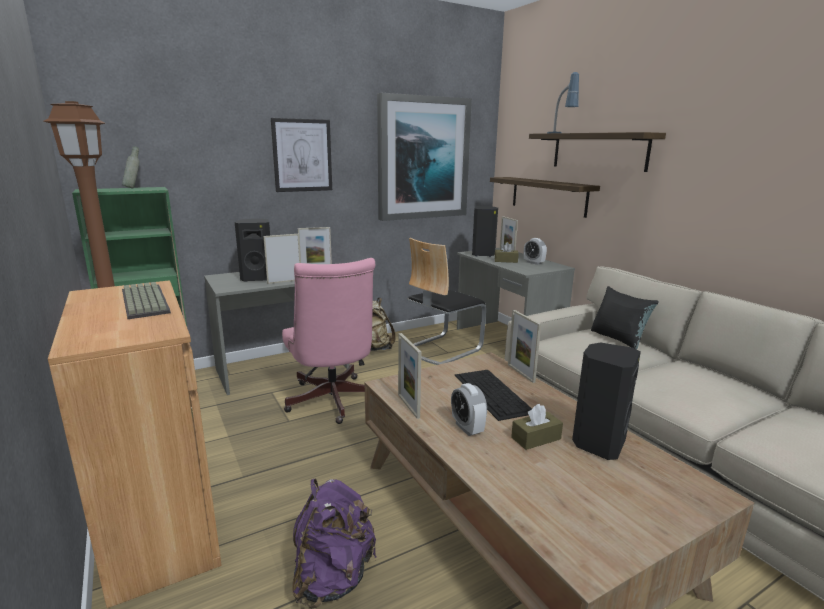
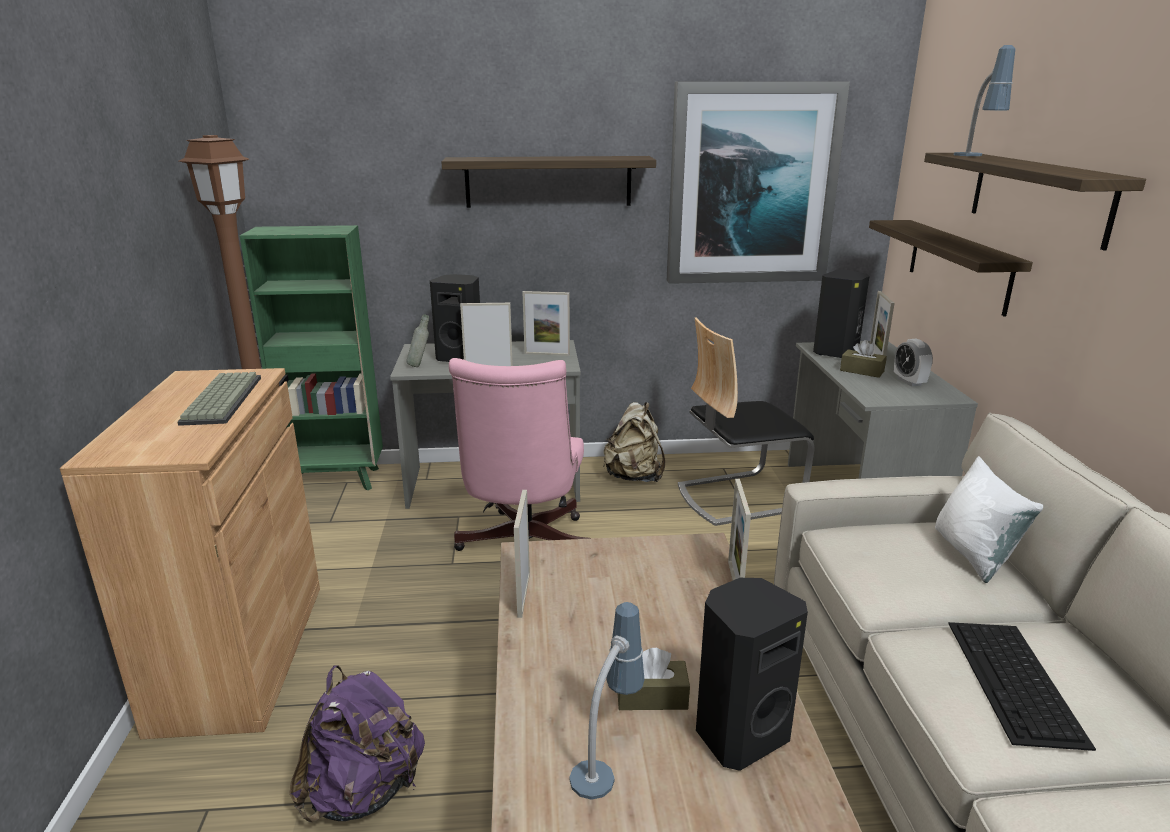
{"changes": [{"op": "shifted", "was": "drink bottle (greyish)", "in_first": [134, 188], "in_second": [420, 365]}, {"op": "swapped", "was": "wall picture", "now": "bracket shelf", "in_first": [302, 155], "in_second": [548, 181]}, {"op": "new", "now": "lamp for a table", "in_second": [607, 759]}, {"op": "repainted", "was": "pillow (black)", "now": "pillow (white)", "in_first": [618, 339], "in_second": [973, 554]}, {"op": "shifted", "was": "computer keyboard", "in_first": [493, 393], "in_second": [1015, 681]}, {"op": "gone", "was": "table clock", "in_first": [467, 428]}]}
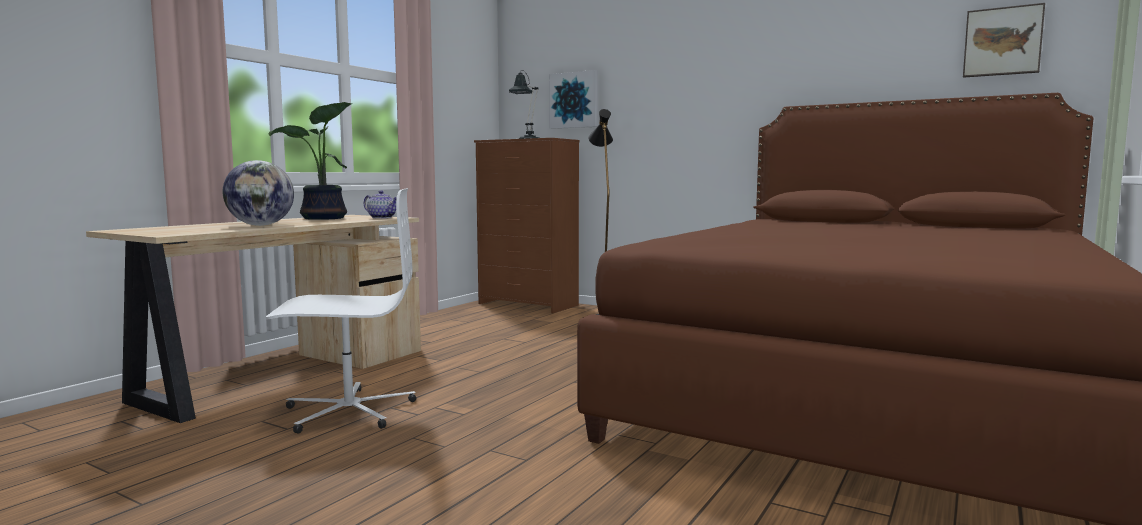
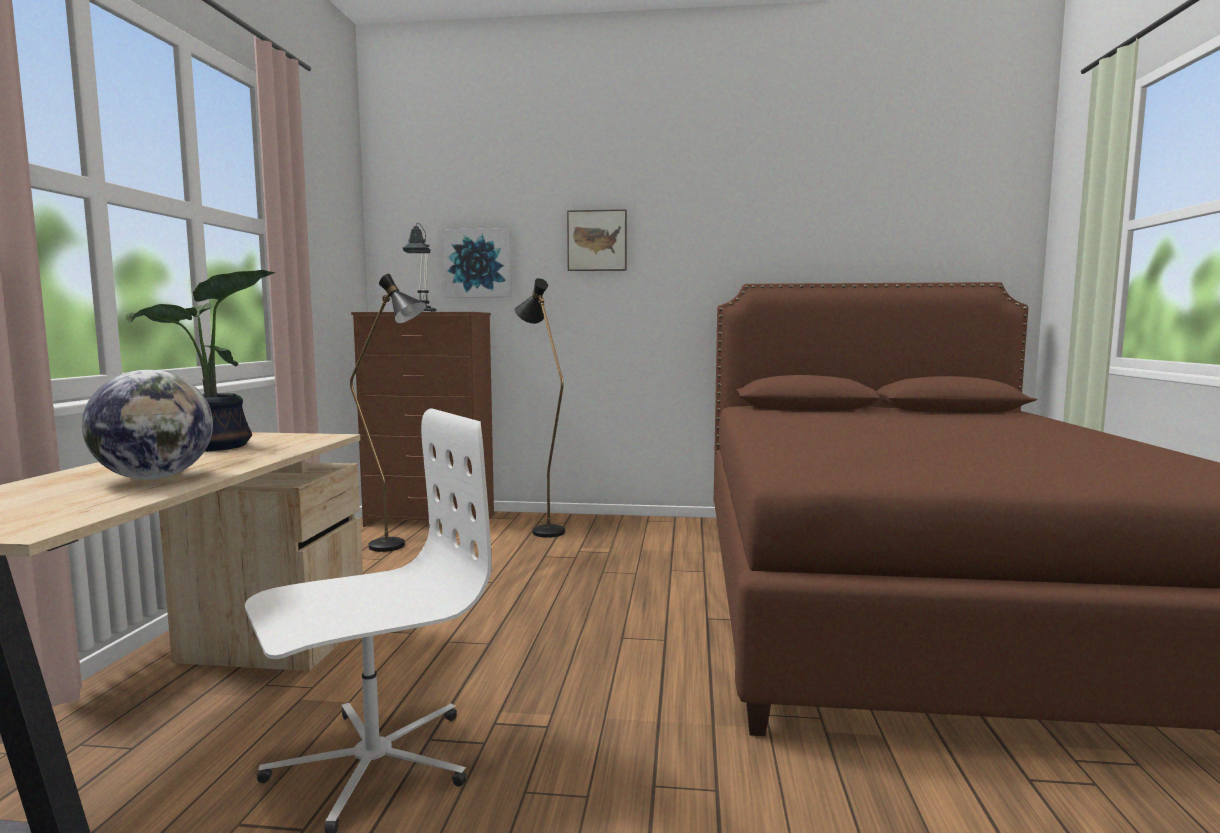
{"changes": [{"op": "new", "now": "standing lamp (black)", "in_second": [398, 547]}, {"op": "shifted", "was": "wall picture", "in_first": [1002, 42], "in_second": [597, 241]}, {"op": "gone", "was": "teapot", "in_first": [382, 218]}]}
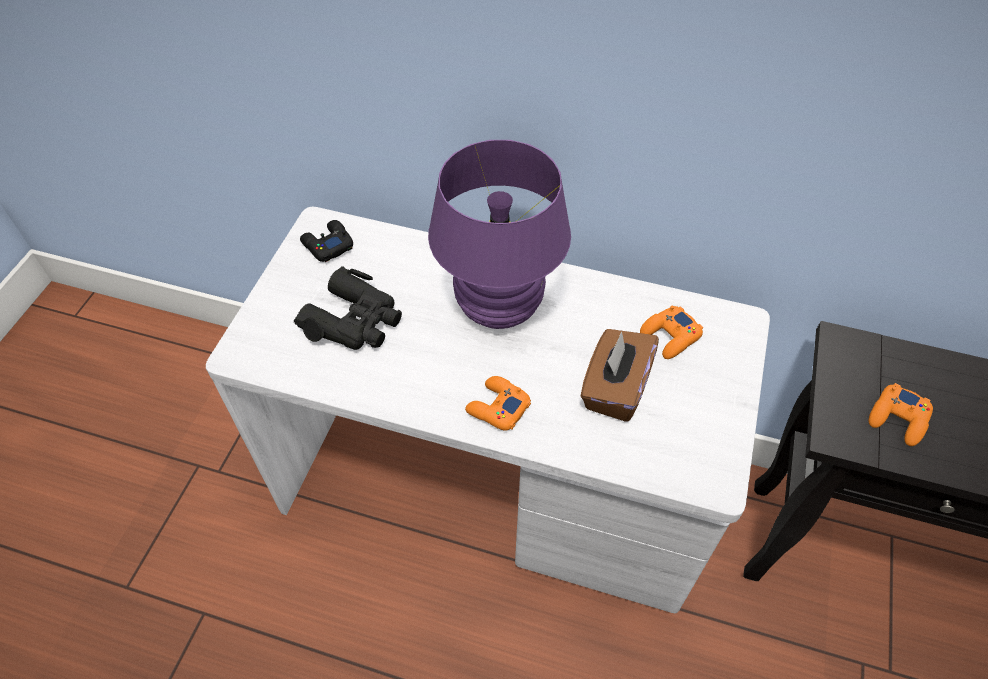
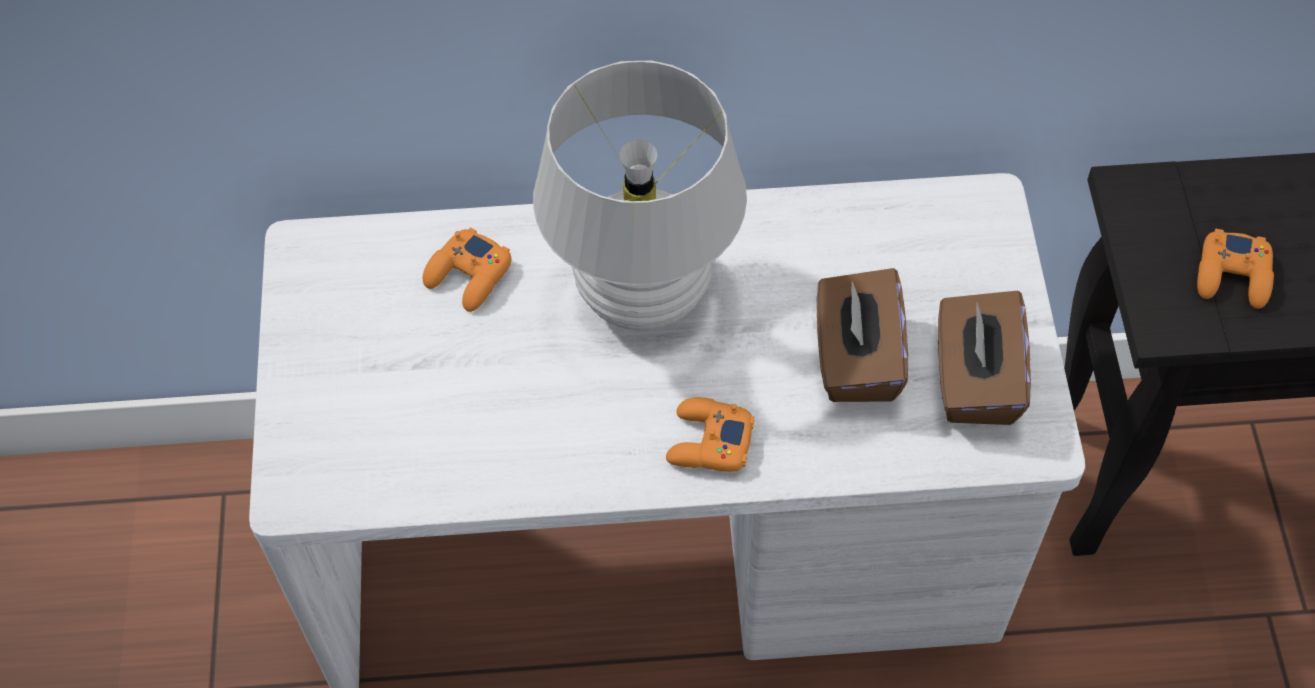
{"changes": [{"op": "shifted", "was": "joypad (orangey)", "in_first": [670, 336], "in_second": [469, 276]}, {"op": "repainted", "was": "lamp for a table (purple-coloured)", "now": "lamp for a table (white)", "in_first": [498, 307], "in_second": [642, 293]}, {"op": "new", "now": "box of tissues (brown-coloured)", "in_second": [974, 380]}, {"op": "gone", "was": "binoculars (black)", "in_first": [355, 321]}, {"op": "gone", "was": "joypad (black)", "in_first": [327, 245]}]}
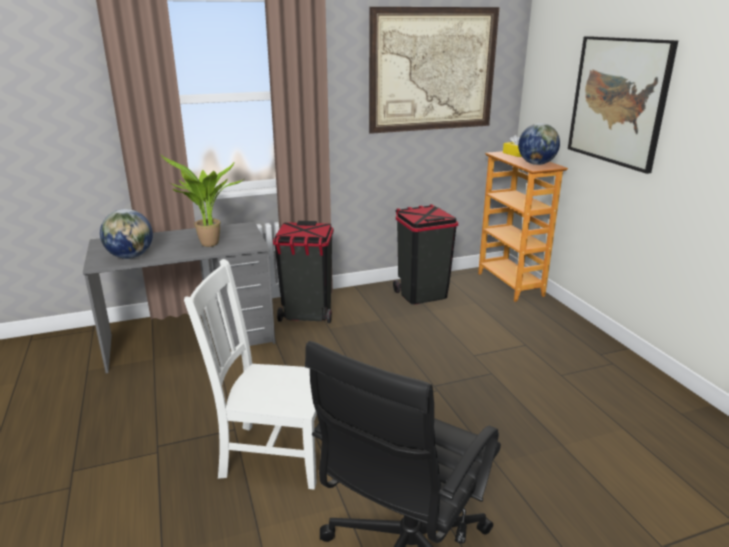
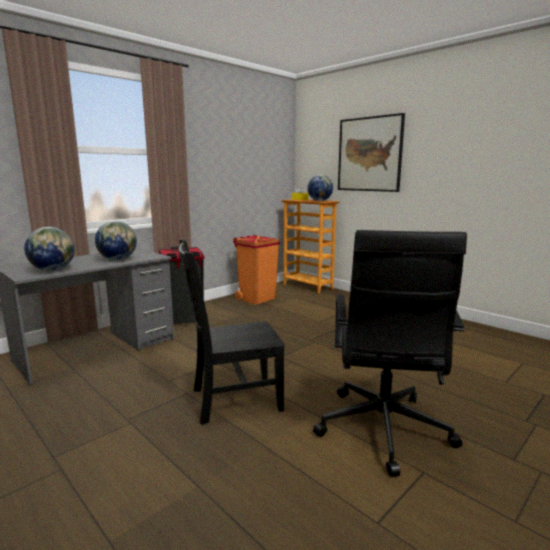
{"changes": [{"op": "swapped", "was": "plant in a pot", "now": "world globe", "in_first": [208, 245], "in_second": [118, 259]}, {"op": "repainted", "was": "upright chair (white)", "now": "upright chair (black)", "in_first": [273, 454], "in_second": [233, 400]}, {"op": "repainted", "was": "rubbish bin (black)", "now": "rubbish bin (orangey)", "in_first": [422, 294], "in_second": [257, 298]}, {"op": "gone", "was": "wall picture", "in_first": [433, 70]}]}
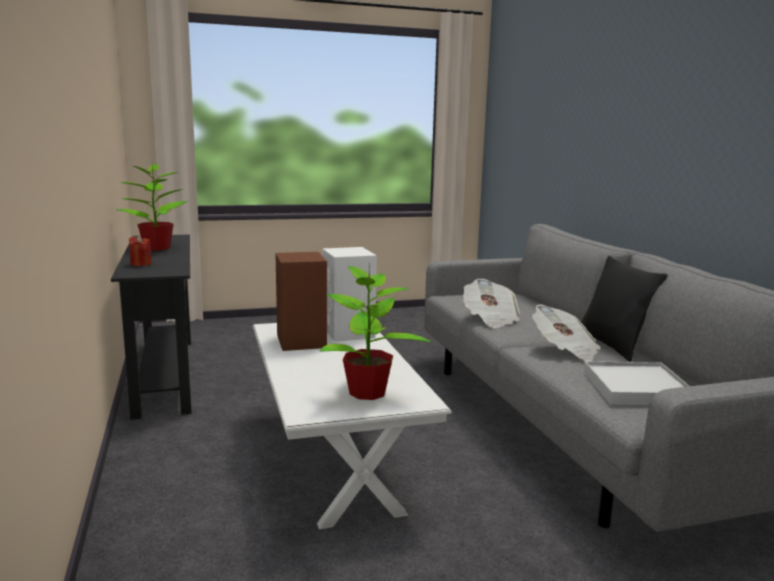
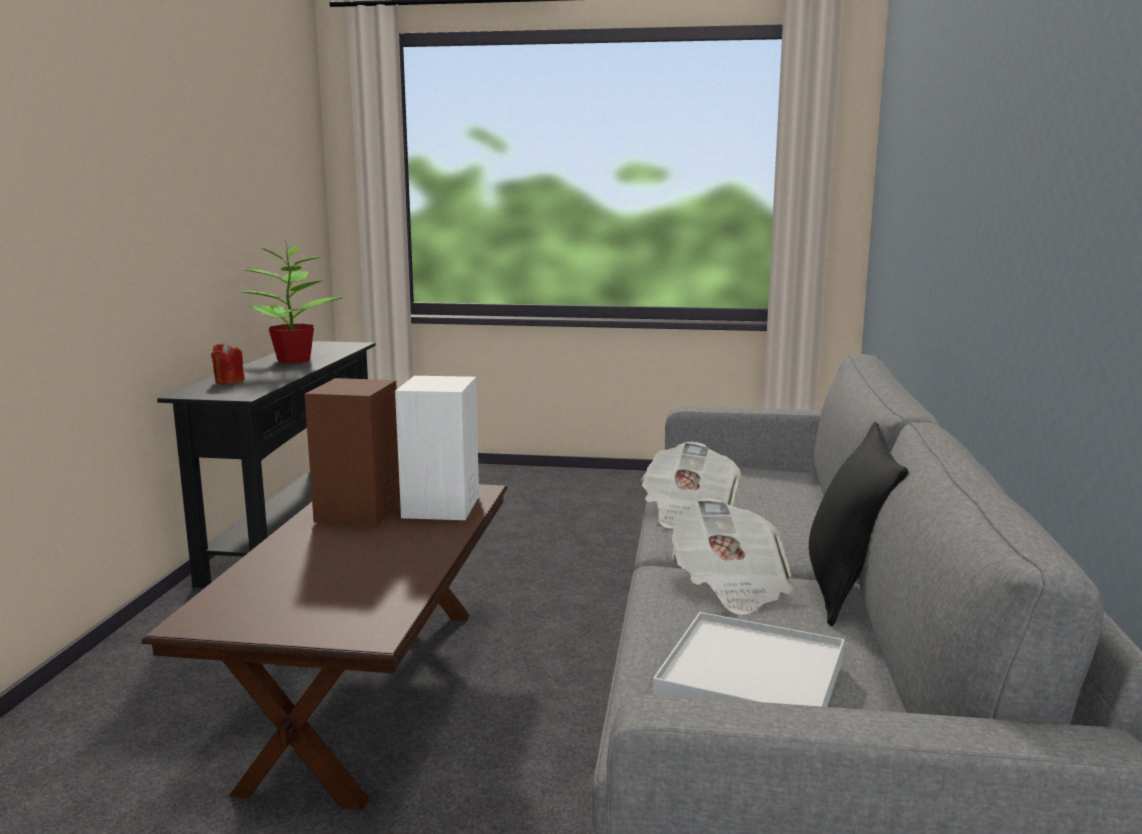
{"changes": [{"op": "repainted", "was": "lounge table (white)", "now": "lounge table (brown-coloured)", "in_first": [335, 455], "in_second": [370, 691]}, {"op": "gone", "was": "plant in a pot", "in_first": [368, 393]}]}
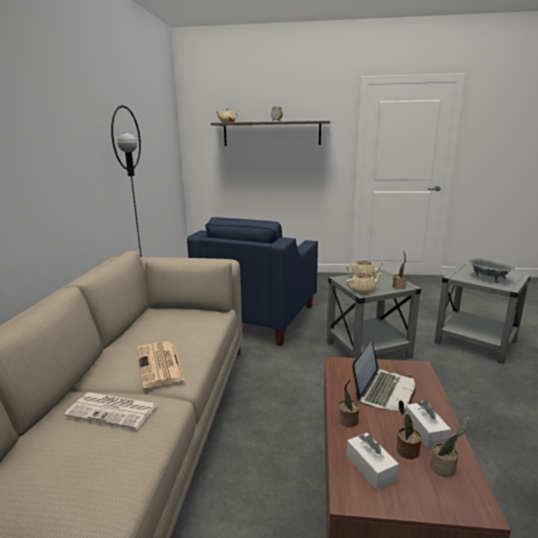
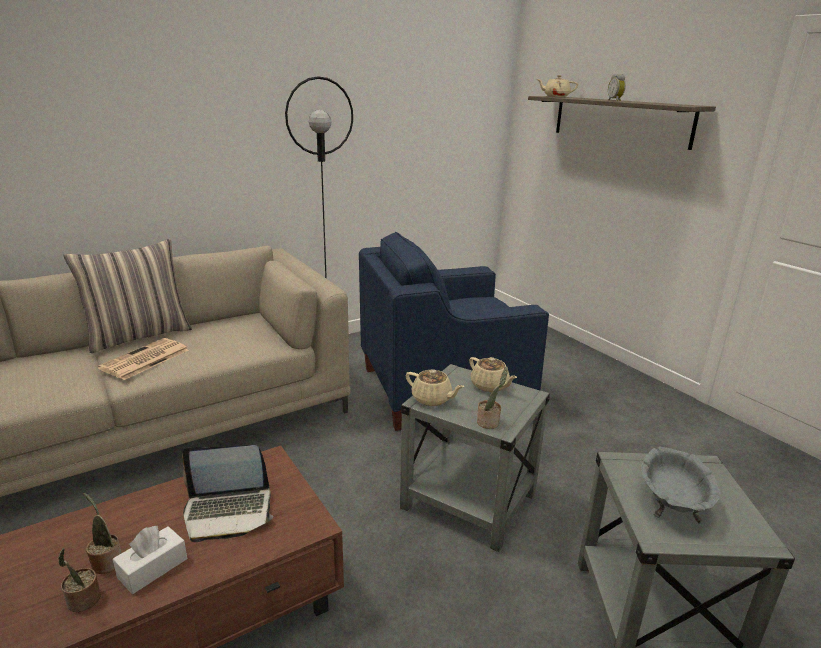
{"changes": [{"op": "new", "now": "pillow", "in_second": [139, 335]}, {"op": "gone", "was": "daily paper", "in_first": [114, 410]}, {"op": "gone", "was": "plant in a pot", "in_first": [347, 421]}, {"op": "gone", "was": "box of tissues (white)", "in_first": [370, 468]}]}
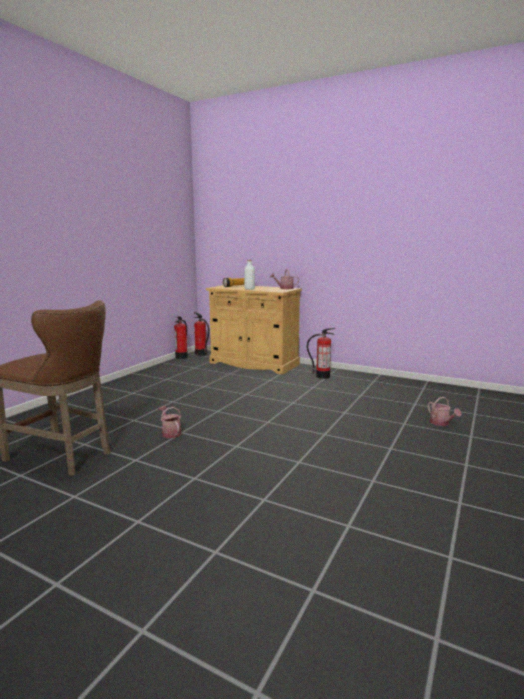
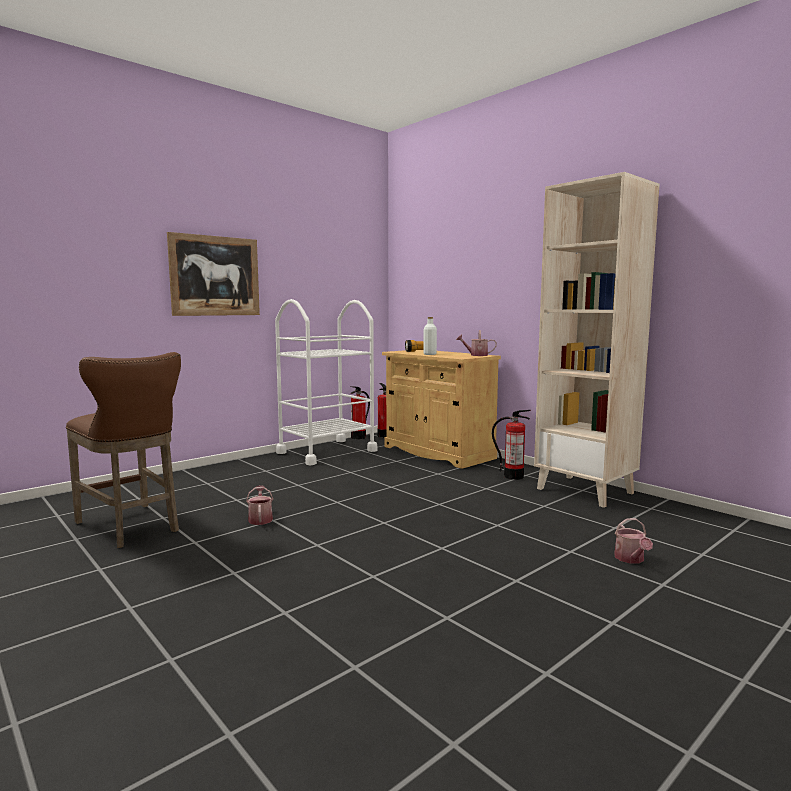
{"changes": [{"op": "new", "now": "wall picture", "in_second": [215, 276]}, {"op": "new", "now": "cart (white)", "in_second": [327, 452]}, {"op": "new", "now": "bookcase (beige)", "in_second": [585, 491]}]}
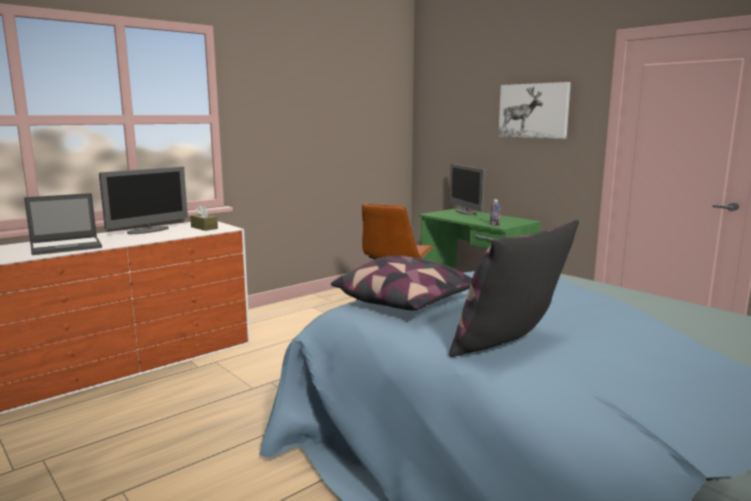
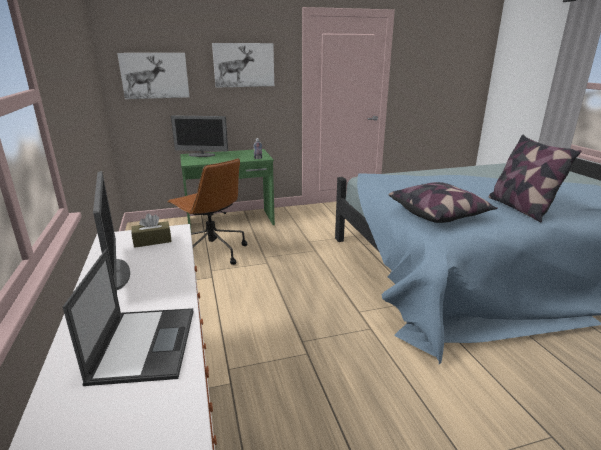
{"changes": [{"op": "new", "now": "wall picture", "in_second": [155, 75]}]}
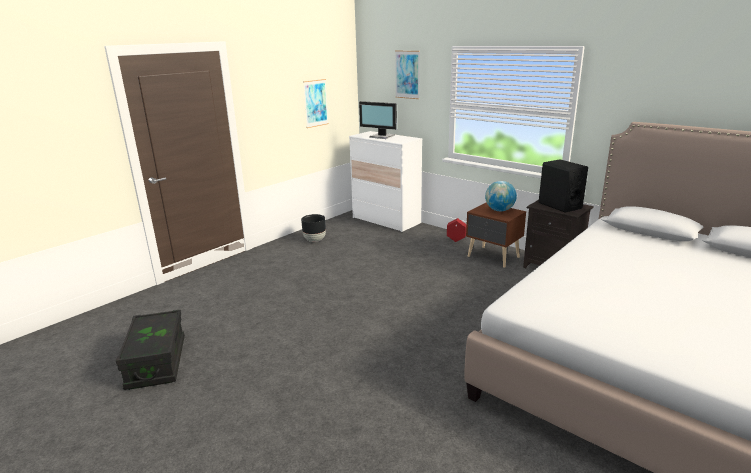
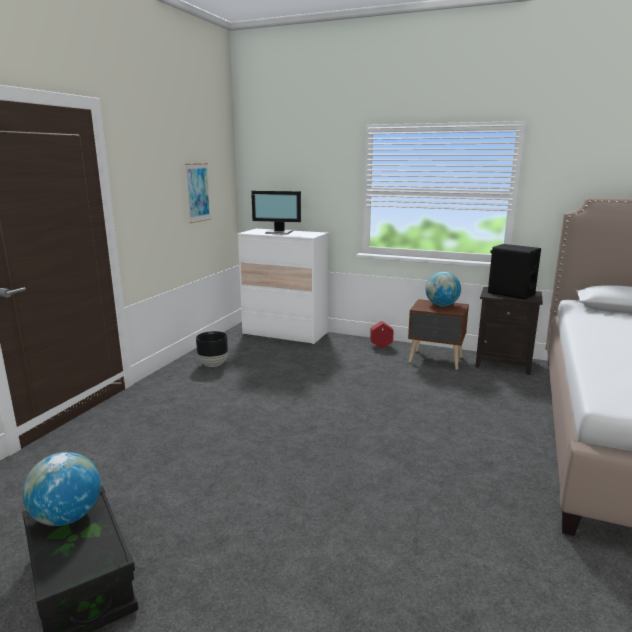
{"changes": [{"op": "new", "now": "world globe", "in_second": [67, 517]}, {"op": "gone", "was": "wall picture", "in_first": [407, 74]}]}
